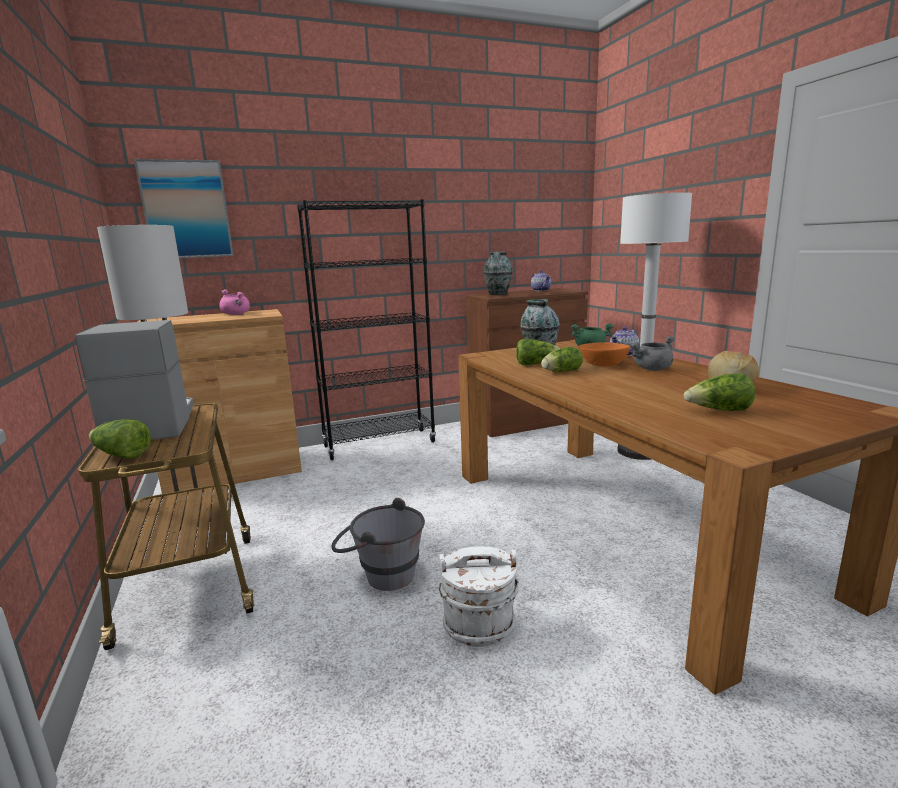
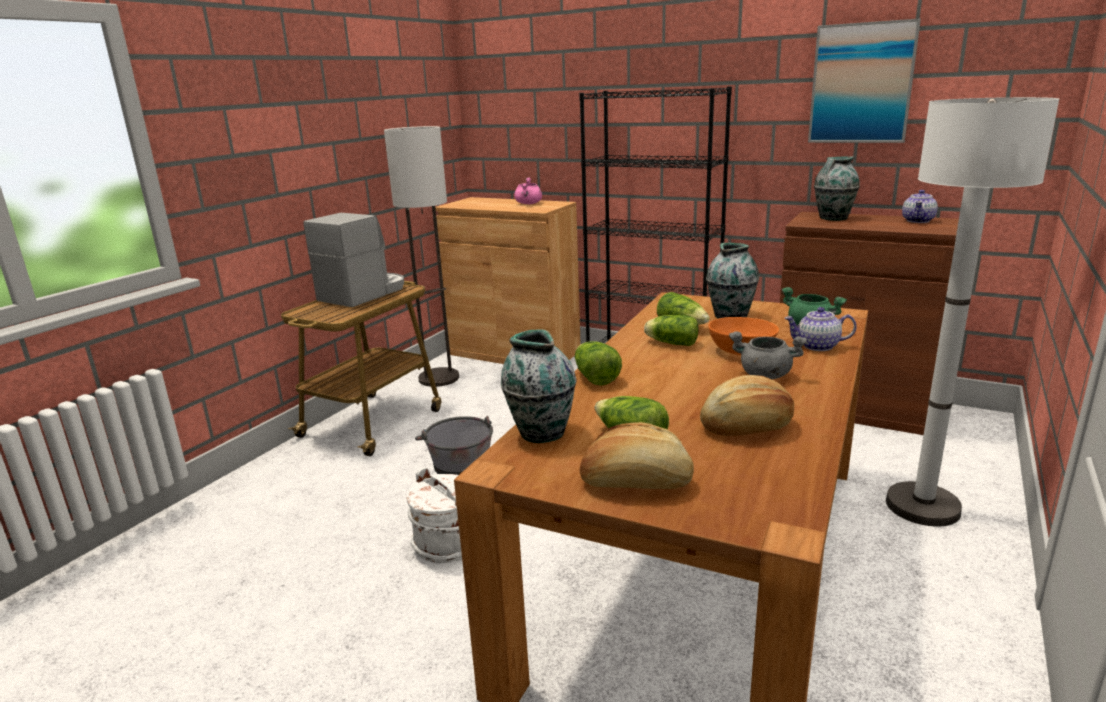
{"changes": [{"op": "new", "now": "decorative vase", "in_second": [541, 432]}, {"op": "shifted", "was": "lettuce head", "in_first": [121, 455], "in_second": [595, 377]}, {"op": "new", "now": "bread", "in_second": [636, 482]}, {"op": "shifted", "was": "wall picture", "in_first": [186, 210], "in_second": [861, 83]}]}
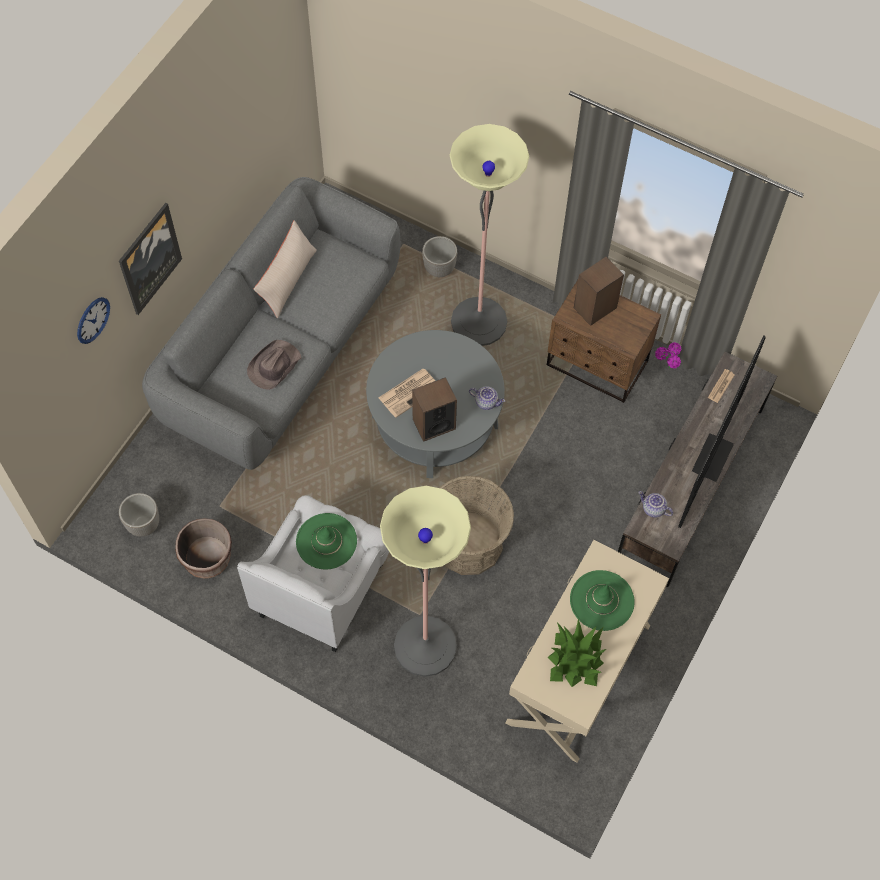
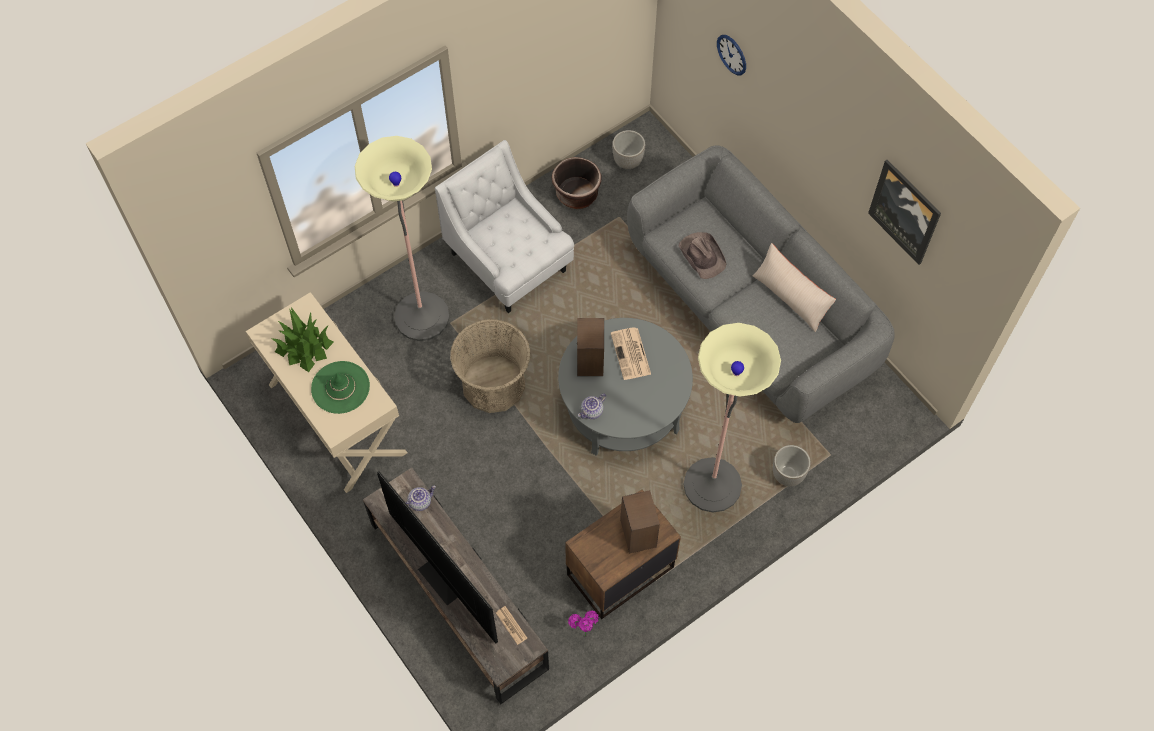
{"changes": [{"op": "shifted", "was": "wall picture", "in_first": [149, 258], "in_second": [905, 211]}, {"op": "gone", "was": "hat (greenish)", "in_first": [326, 541]}]}
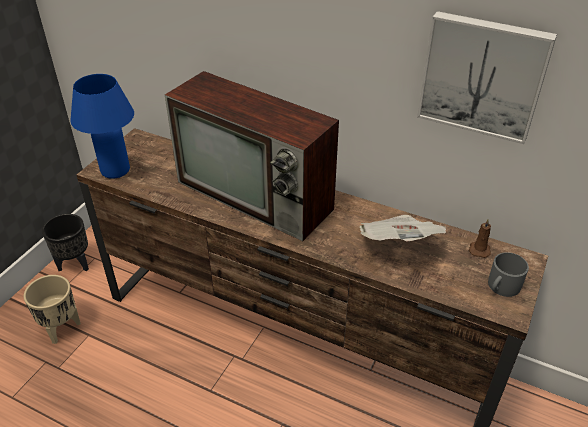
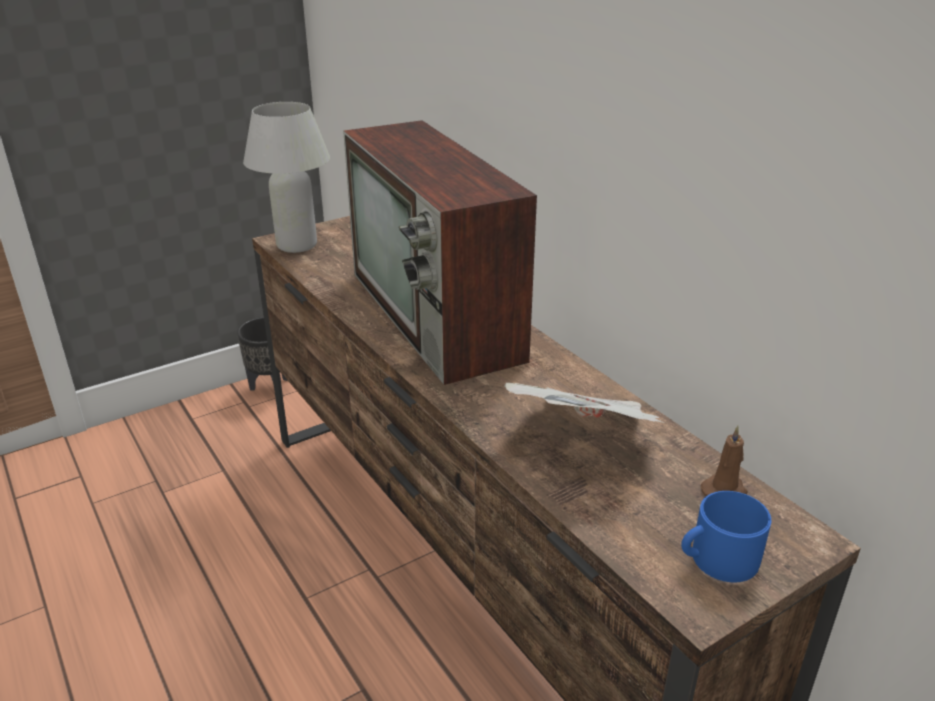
{"changes": [{"op": "repainted", "was": "lamp for a table (bluish)", "now": "lamp for a table (white)", "in_first": [115, 170], "in_second": [297, 245]}, {"op": "repainted", "was": "tea mug (greyish)", "now": "tea mug (bluish)", "in_first": [501, 287], "in_second": [717, 559]}, {"op": "gone", "was": "flower pot (beige)", "in_first": [61, 328]}, {"op": "gone", "was": "wall picture", "in_first": [483, 76]}]}
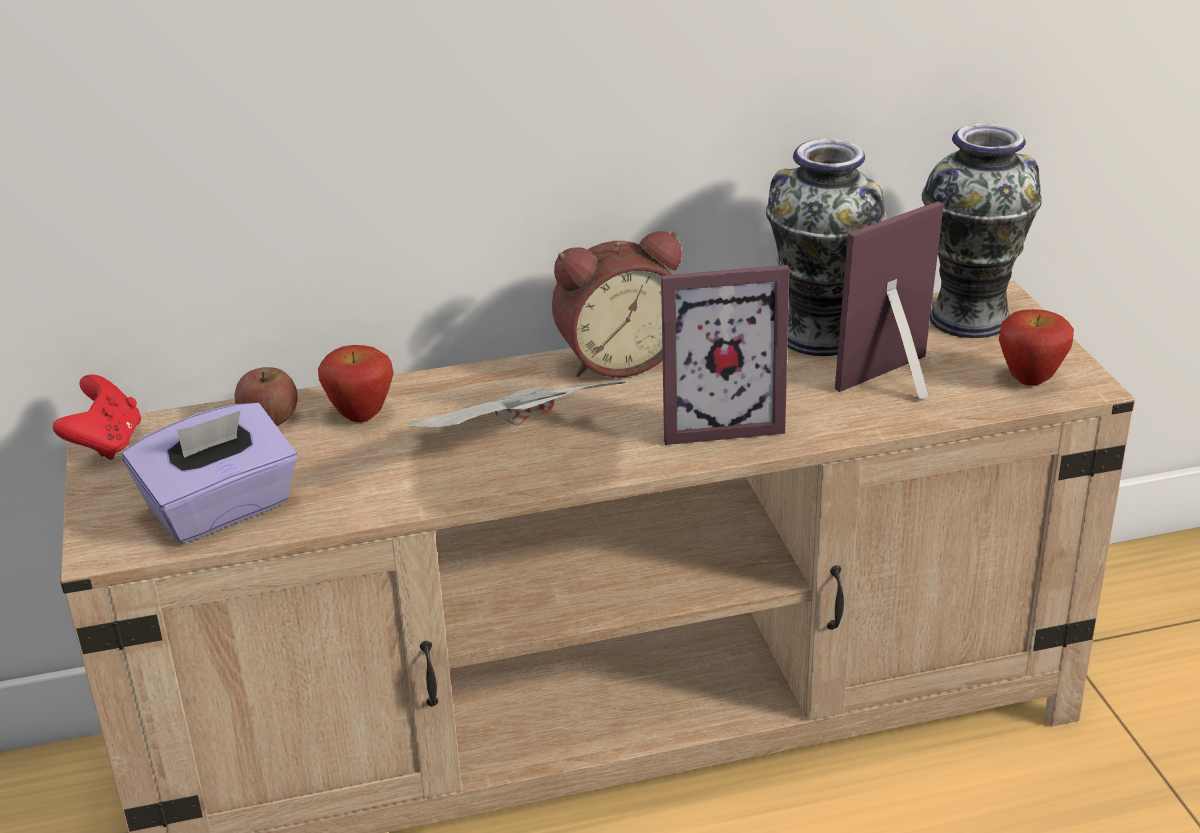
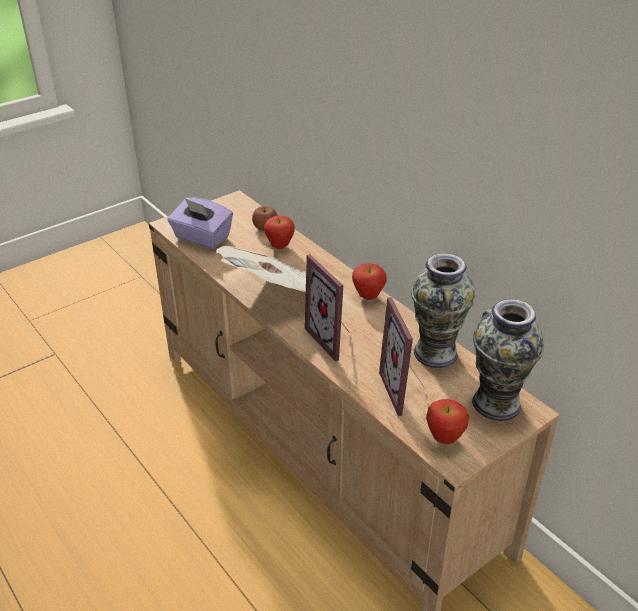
{"changes": [{"op": "swapped", "was": "table clock", "now": "whole apple", "in_first": [618, 359], "in_second": [368, 297]}, {"op": "rotated", "was": "picture frame", "in_first": [901, 385], "in_second": [406, 391], "clockwise": -135}, {"op": "gone", "was": "joypad (red-coloured)", "in_first": [106, 444]}]}
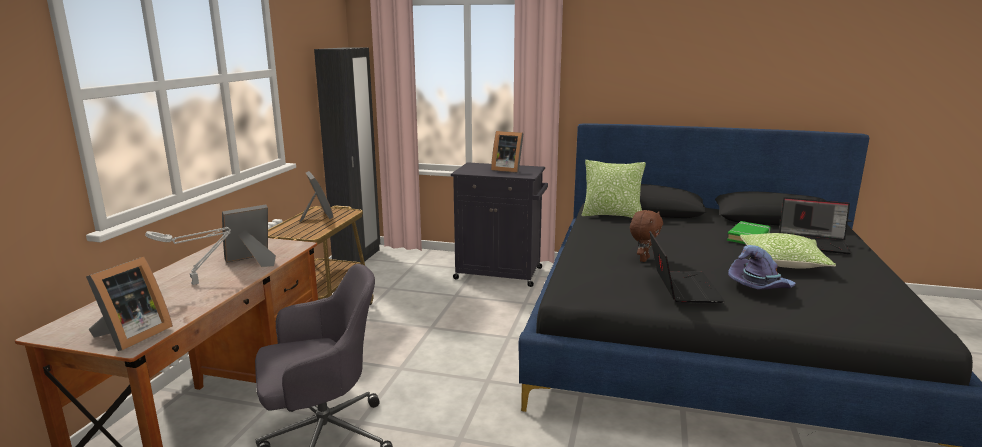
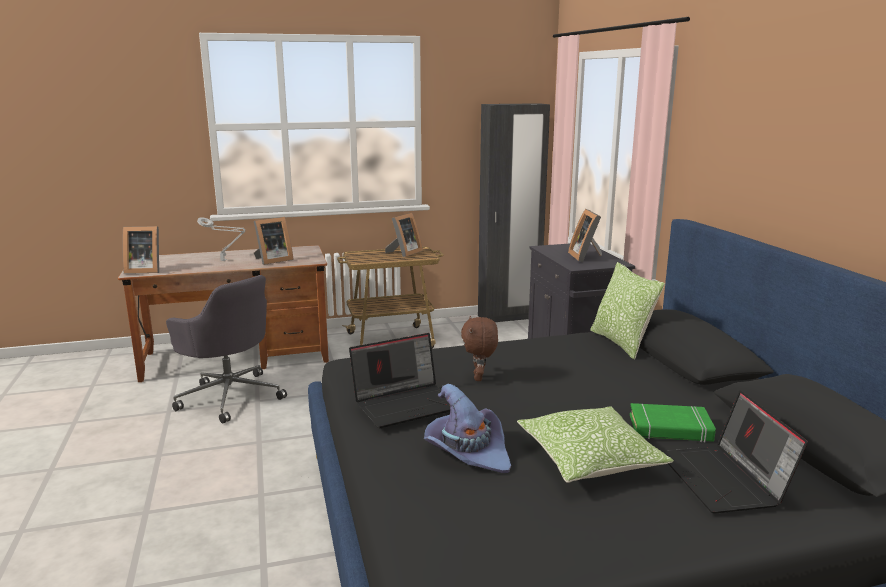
{"changes": [{"op": "rotated", "was": "picture frame", "in_first": [252, 261], "in_second": [272, 260], "clockwise": 120}, {"op": "rotated", "was": "cuddly toy (brown-coloured)", "in_first": [643, 259], "in_second": [479, 377], "clockwise": 90}]}
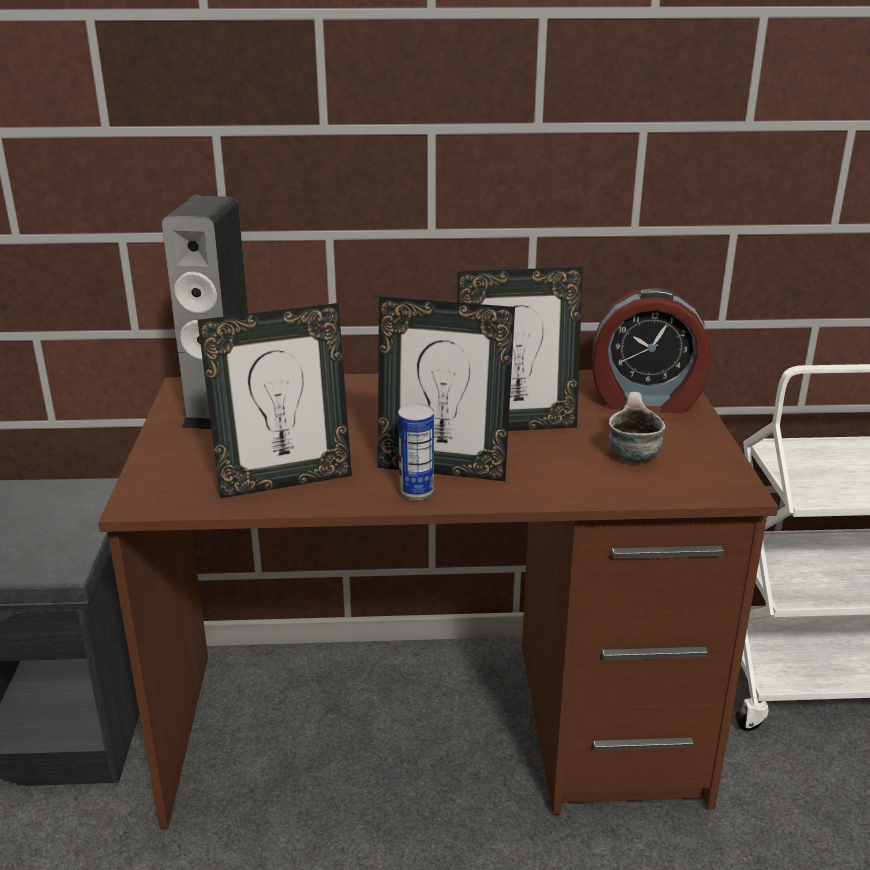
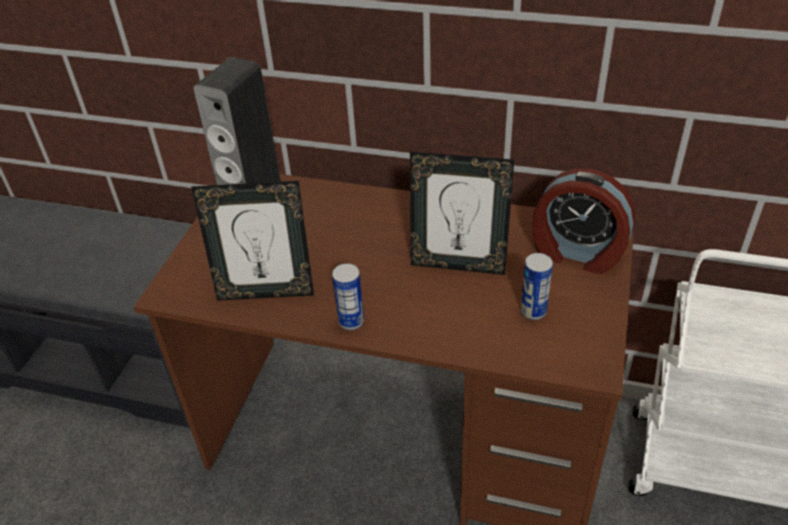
{"changes": [{"op": "swapped", "was": "tea mug", "now": "can", "in_first": [631, 452], "in_second": [533, 311]}, {"op": "gone", "was": "picture frame", "in_first": [443, 469]}]}
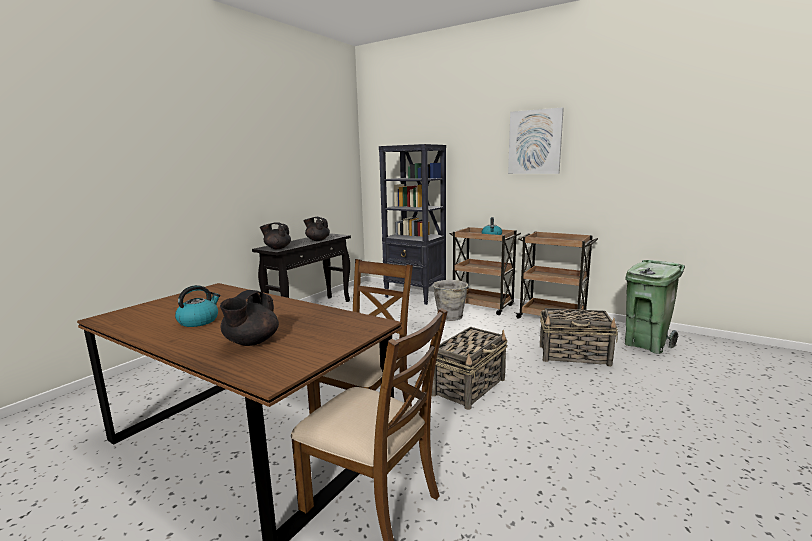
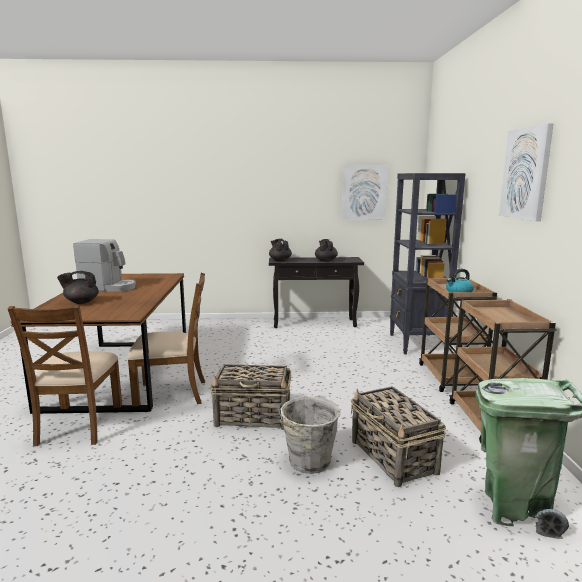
{"changes": [{"op": "swapped", "was": "tea kettle", "now": "coffee brewer", "in_first": [199, 321], "in_second": [109, 287]}, {"op": "shifted", "was": "pail (greyish)", "in_first": [450, 317], "in_second": [308, 462]}, {"op": "new", "now": "wall picture", "in_second": [364, 192]}]}
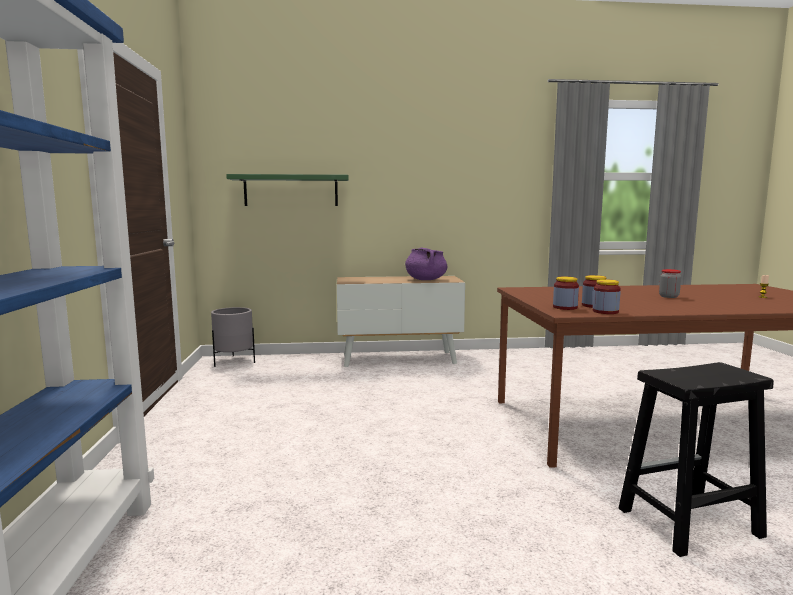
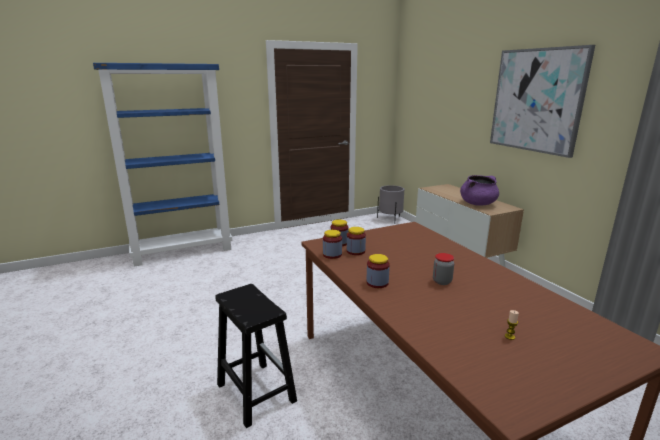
{"changes": [{"op": "new", "now": "jar", "in_second": [377, 283]}, {"op": "new", "now": "wall picture", "in_second": [536, 100]}, {"op": "gone", "was": "bracket shelf (greenish)", "in_first": [291, 191]}]}
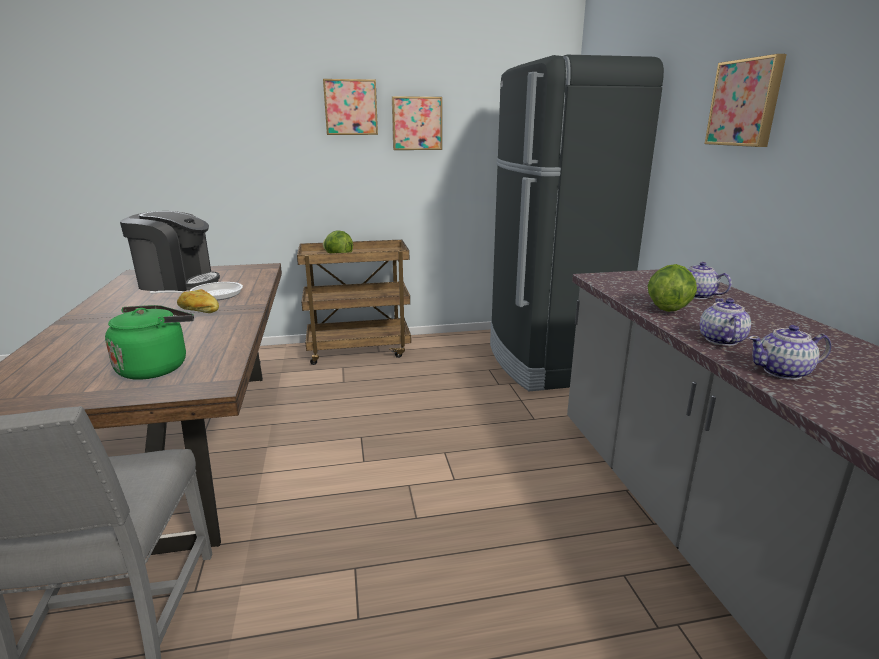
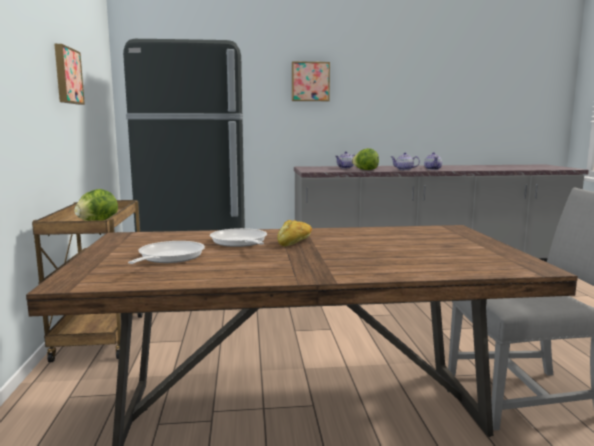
{"changes": [{"op": "swapped", "was": "coffee brewer", "now": "skillet", "in_first": [178, 283], "in_second": [168, 258]}, {"op": "gone", "was": "tea kettle (greenish)", "in_first": [156, 367]}, {"op": "gone", "was": "wall picture", "in_first": [350, 107]}]}
